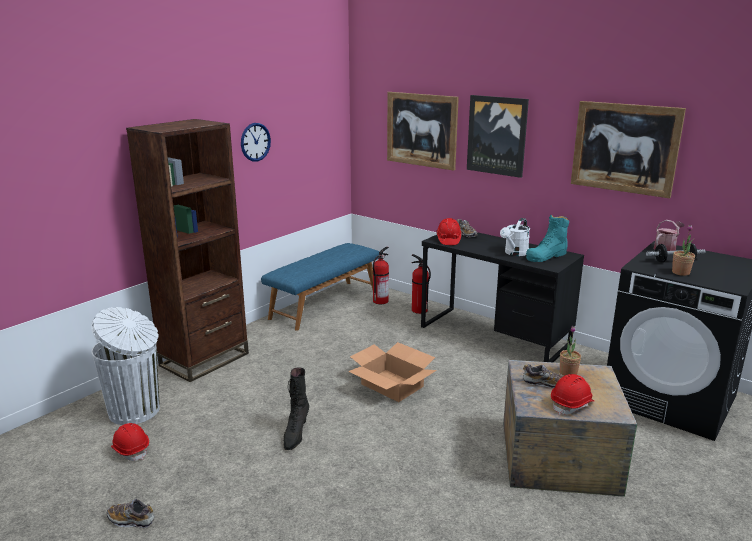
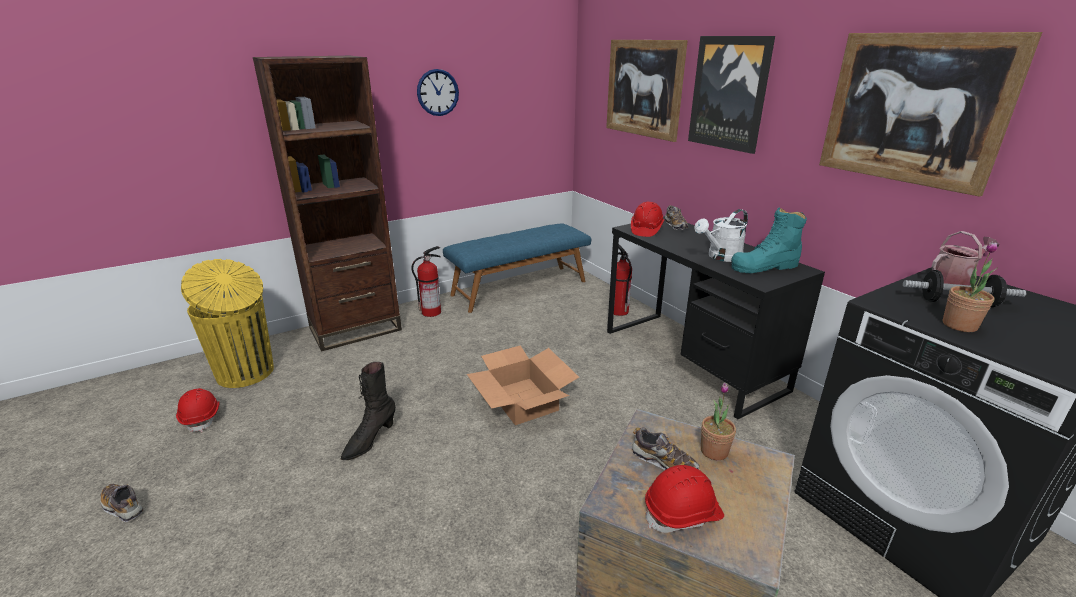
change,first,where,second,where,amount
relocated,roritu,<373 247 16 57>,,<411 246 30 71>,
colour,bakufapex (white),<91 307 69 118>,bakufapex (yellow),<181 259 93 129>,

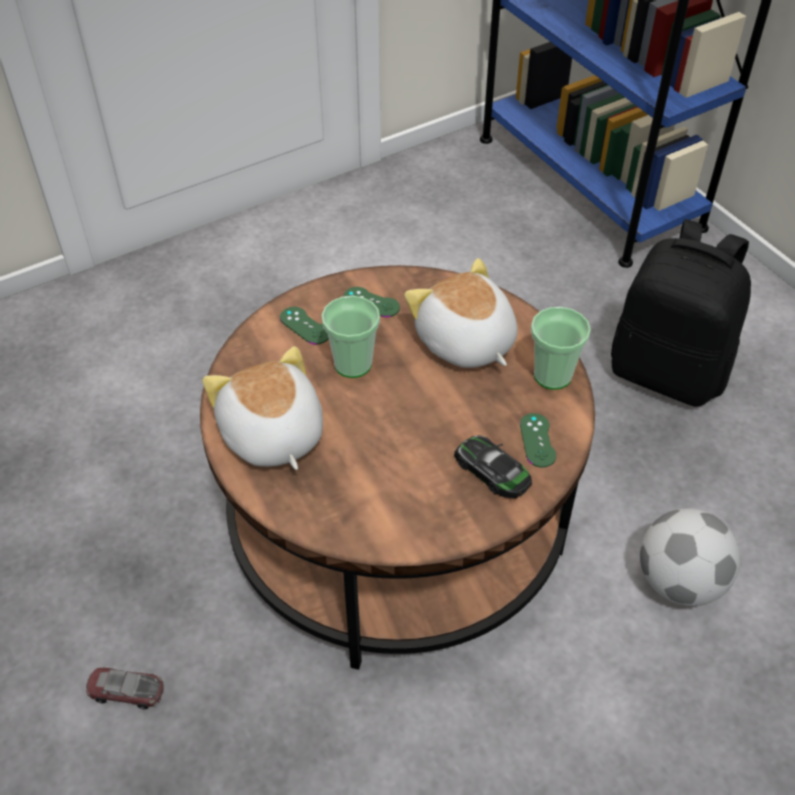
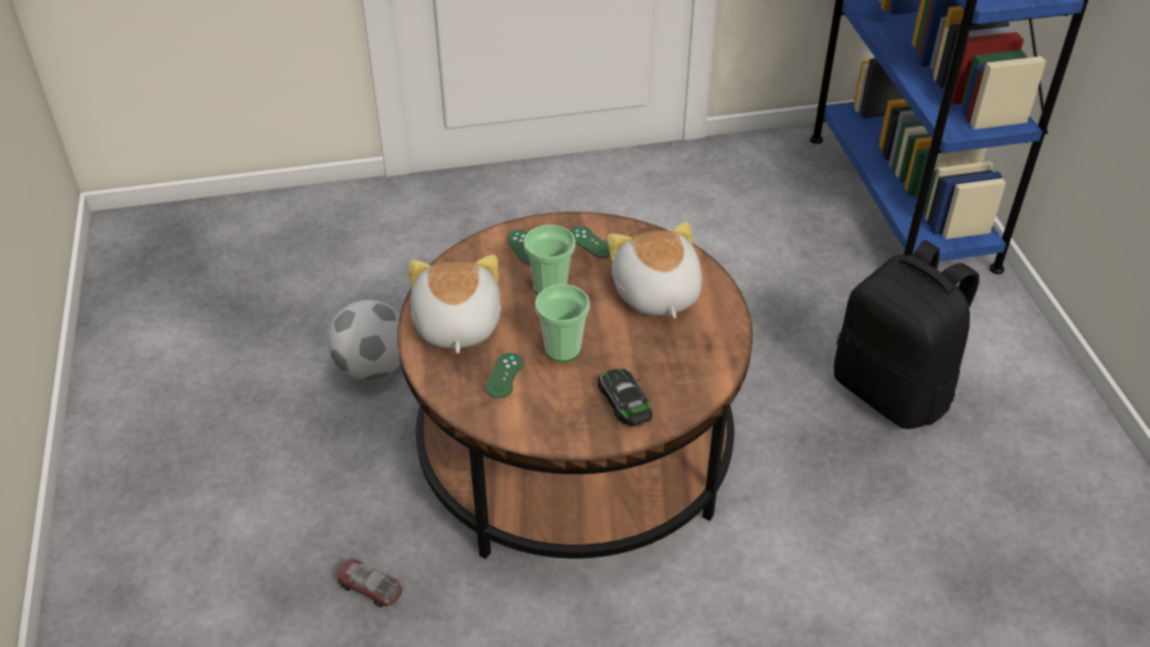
change,first,where,second,where,amount
relocated,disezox,<531 307 60 83>,,<535 284 55 78>,
relocated,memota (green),<520 413 36 55>,,<485 353 38 45>,
relocated,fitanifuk,<640 508 100 98>,,<328 300 73 80>,
relocated,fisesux,<86 668 78 41>,,<336 559 67 48>,

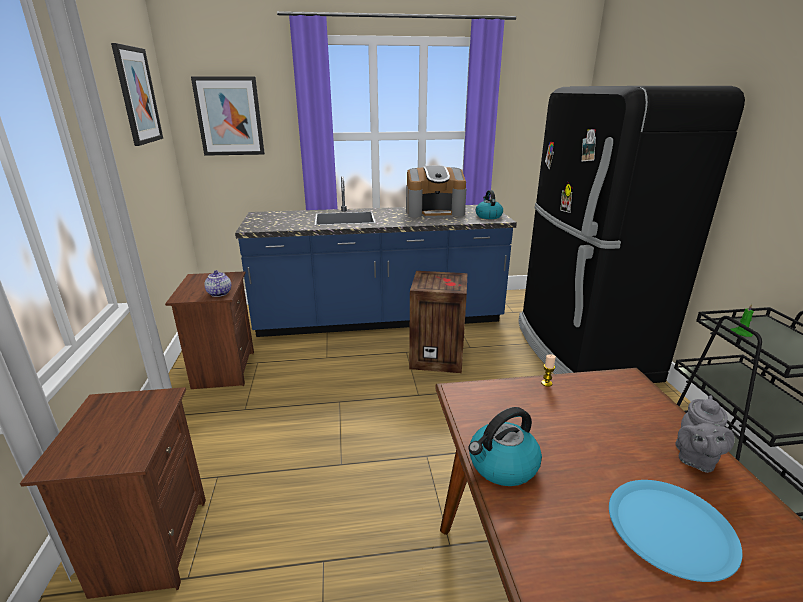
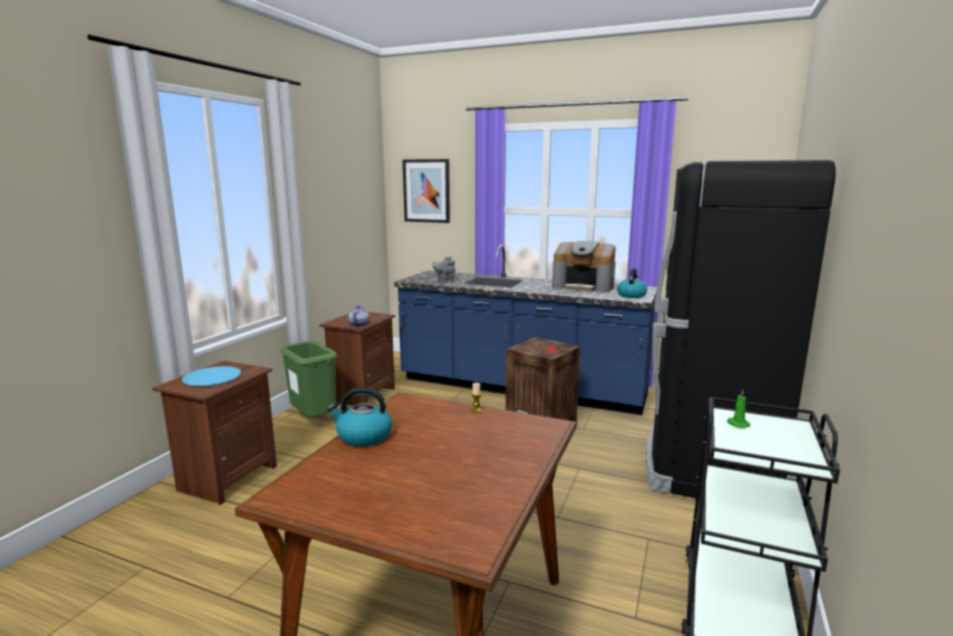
change,first,where,second,where,amount
missing,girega,<111 43 52 103>,,,
relocated,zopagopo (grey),<675 395 60 78>,,<433 257 22 25>,
relocated,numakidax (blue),<609 480 133 102>,,<182 366 59 20>,
appeared,,,bakufapex (green),<280 341 57 76>,

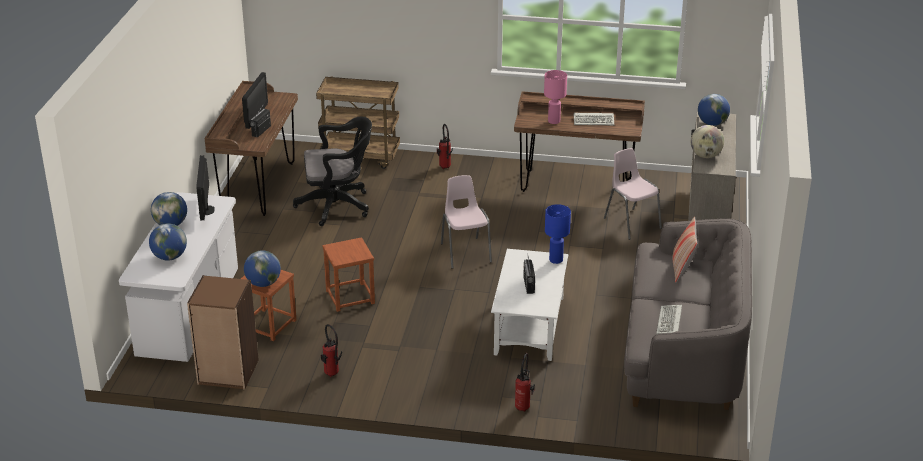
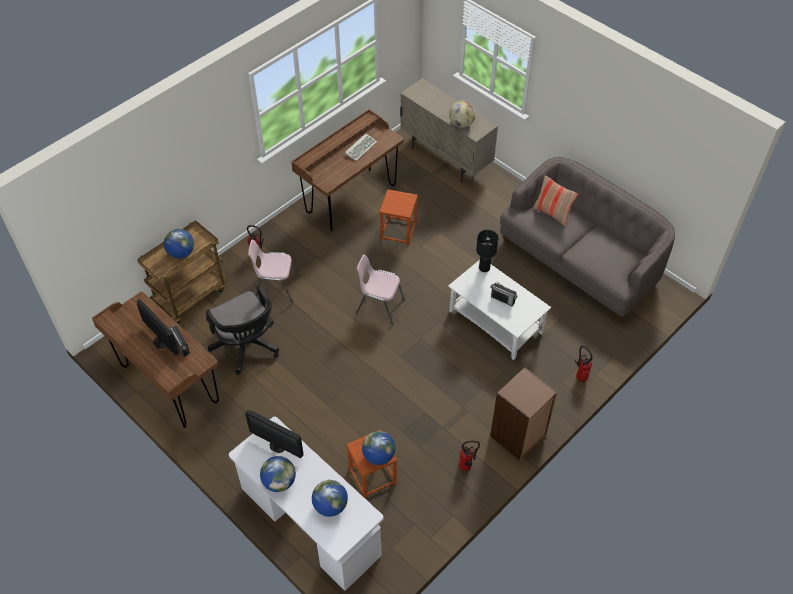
change,first,where,second,where,amount
missing,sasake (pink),<544 70 23 54>,,,
relocated,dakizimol,<698 94 32 32>,,<164 229 30 29>,
spun,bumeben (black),<293 117 79 109>,,<206 285 73 90>,120 degrees clockwise
relocated,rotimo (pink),<604 148 58 92>,,<248 240 50 64>,
colour,sasake (blue),<545 204 26 60>,sasake (black),<476 230 23 42>,
relocated,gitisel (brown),<322 237 53 75>,,<379 189 39 56>,
relocated,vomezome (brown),<187 275 72 114>,,<490 367 67 94>,
missing,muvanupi,<656 305 26 29>,,,

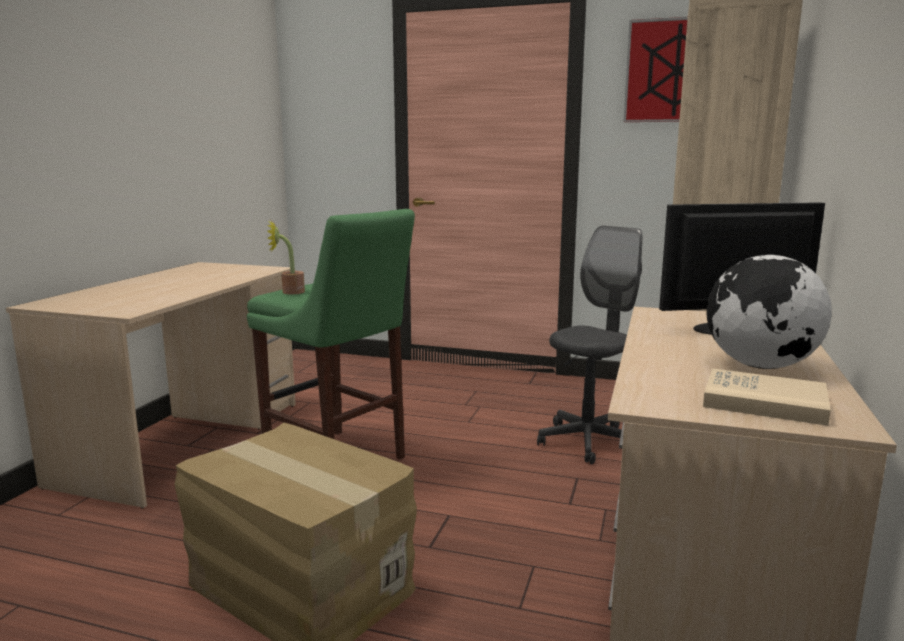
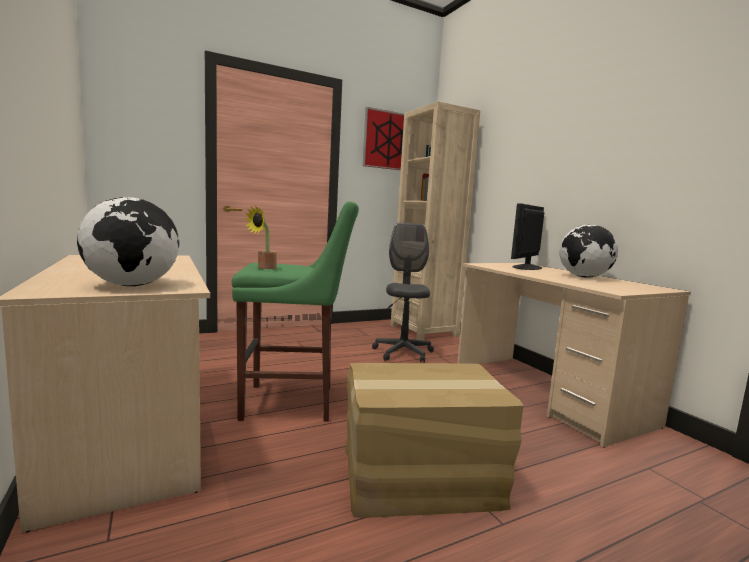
change,first,where,second,where,amount
missing,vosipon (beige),<703 368 128 58>,,,
appeared,,,dakizimol,<77 197 102 89>,

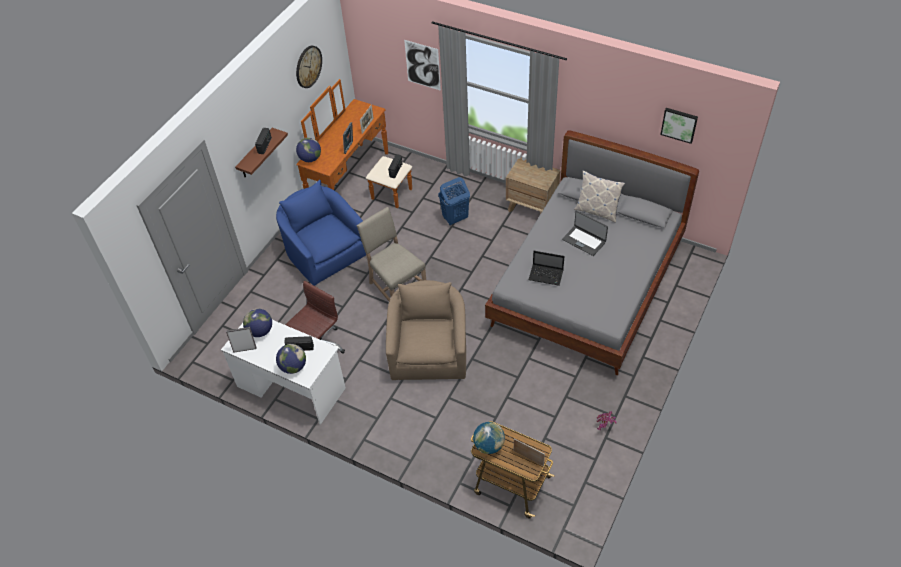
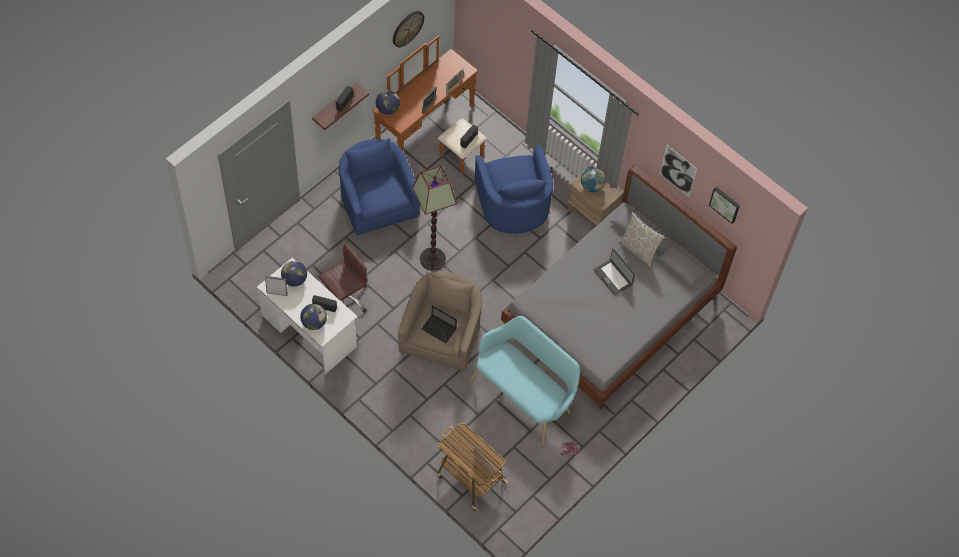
change,first,where,second,where,amount
relocated,girega,<404 40 37 51>,,<660 145 37 52>,
exchanged,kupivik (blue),<438 177 32 49>,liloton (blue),<475 145 78 89>,
exchanged,rotimo (beige),<356 207 70 94>,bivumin,<412 165 45 106>,
relocated,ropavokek,<529 251 35 35>,,<422 305 35 38>,
relocated,dakizimol,<473 422 32 32>,,<581 168 24 24>,
appeared,,,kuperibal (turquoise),<470 316 110 128>,

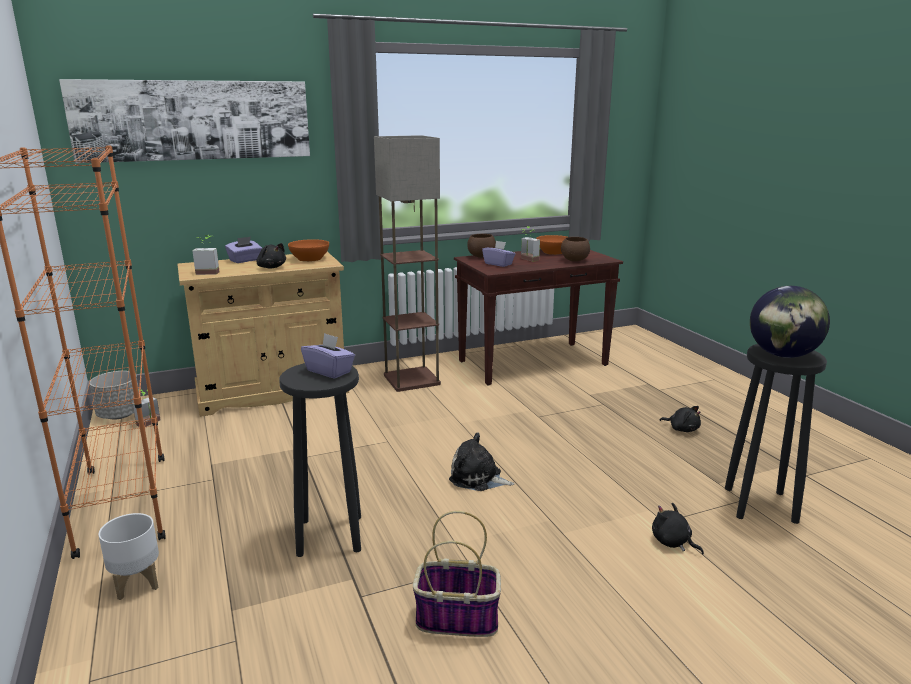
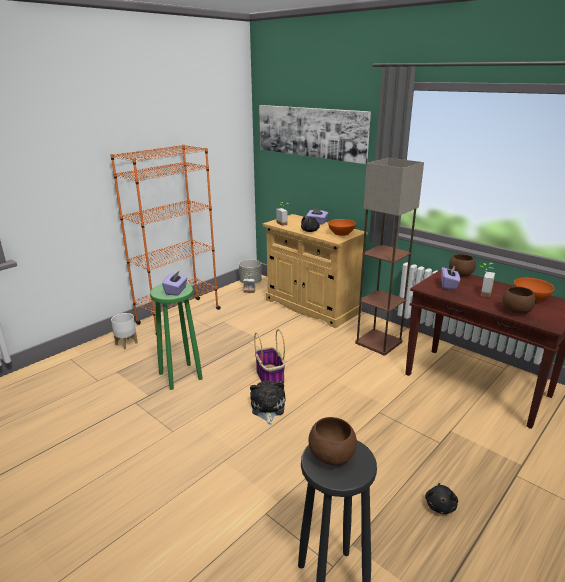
change,first,where,second,where,amount
exchanged,dakizimol,<750 286 80 72>,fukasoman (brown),<309 417 48 48>,
colour,gitisel (black),<279 363 82 194>,gitisel (green),<150 283 53 107>,
missing,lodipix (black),<652 503 52 52>,,,
relocated,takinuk,<413 511 88 126>,,<254 329 31 54>,

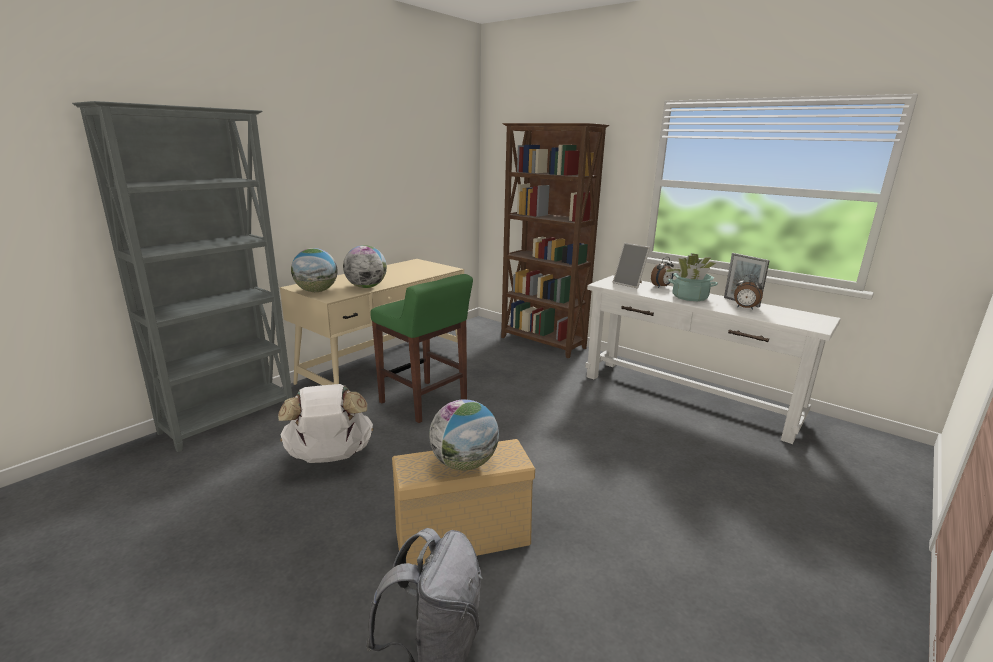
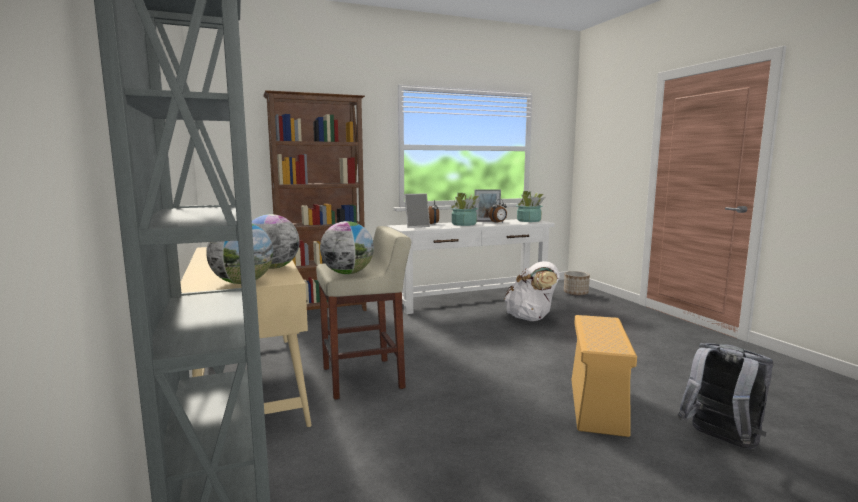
change,first,where,second,where,amount
colour,gitisel (green),<371 274 102 149>,gitisel (beige),<316 226 95 174>,
relocated,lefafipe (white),<278 384 95 79>,,<504 261 56 60>,
relocated,dakizimol,<429 399 70 71>,,<320 221 54 53>,
appeared,,,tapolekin,<516 191 30 31>,
appeared,,,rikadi,<564 271 26 24>,

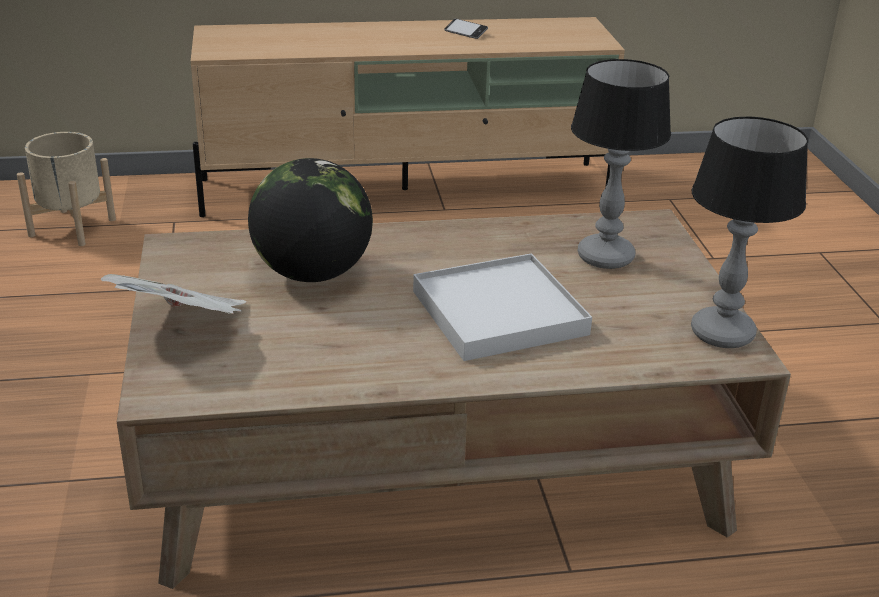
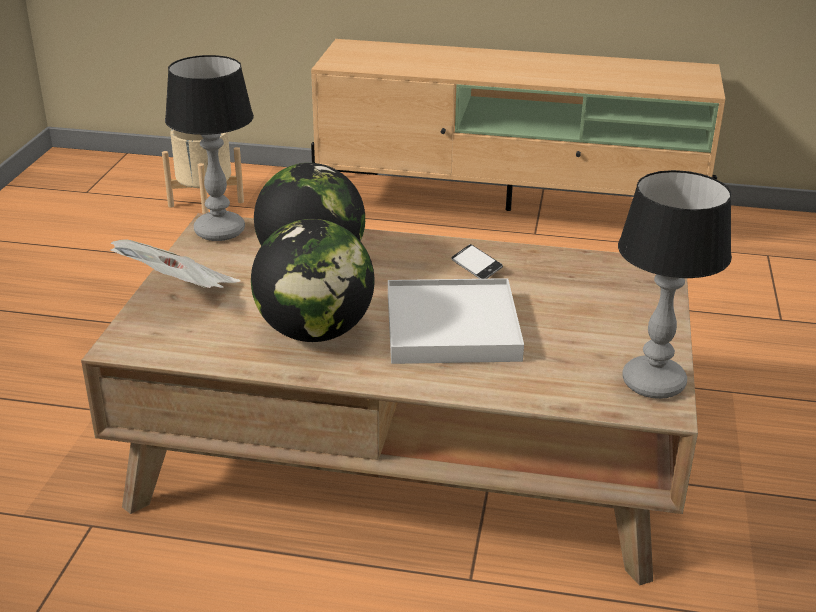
change,first,where,second,where,amount
relocated,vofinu,<444 19 44 20>,,<451 244 52 35>,
relocated,sasake,<571 59 100 210>,,<165 55 89 186>,
appeared,,,dakizimol,<251 219 124 123>,

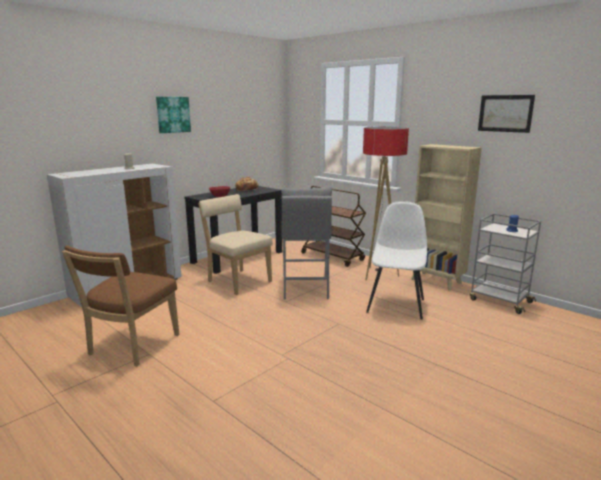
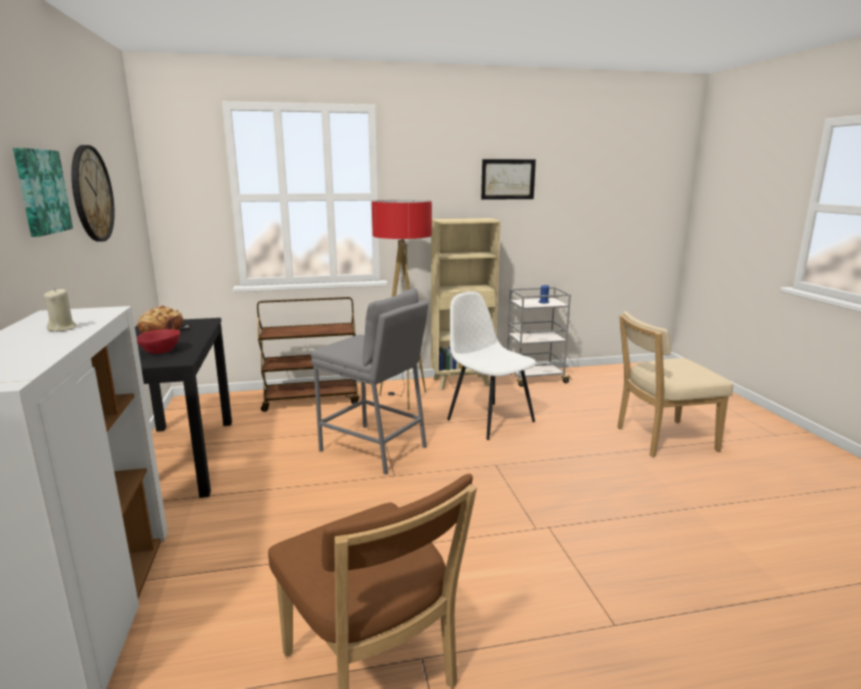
change,first,where,second,where,amount
relocated,rotimo (beige),<198 194 75 101>,,<617 311 116 146>,
appeared,,,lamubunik,<71 145 44 97>,

